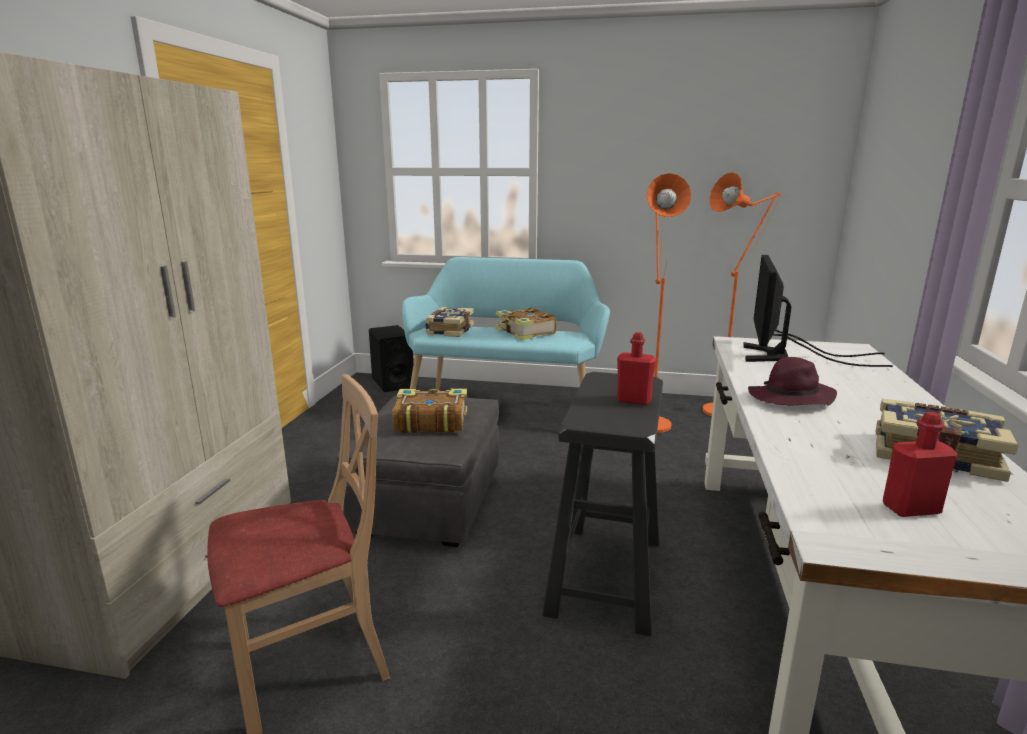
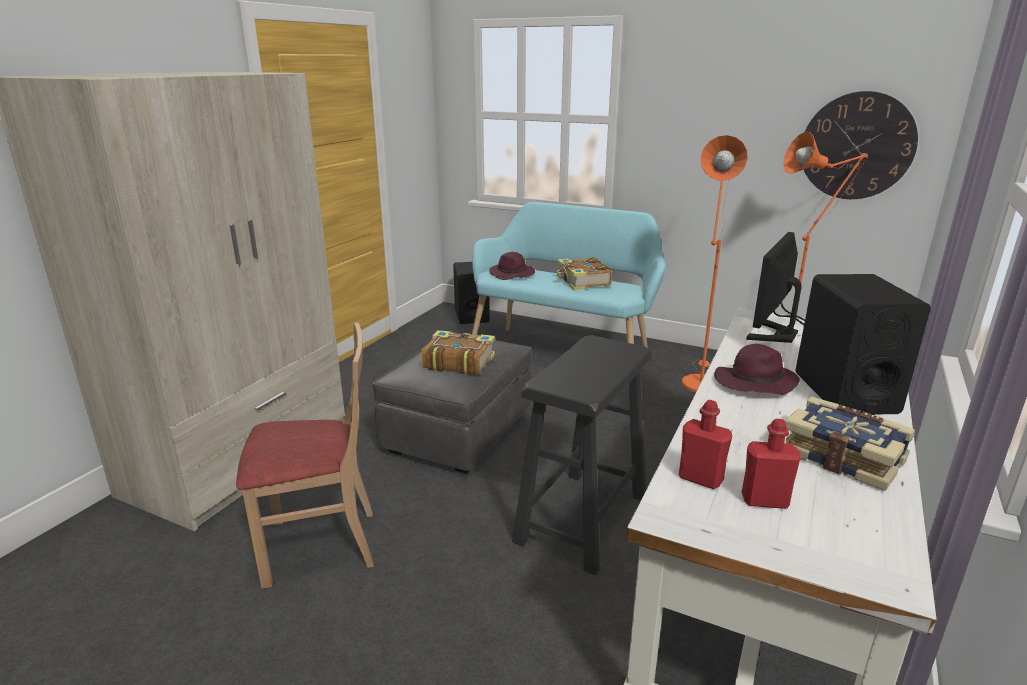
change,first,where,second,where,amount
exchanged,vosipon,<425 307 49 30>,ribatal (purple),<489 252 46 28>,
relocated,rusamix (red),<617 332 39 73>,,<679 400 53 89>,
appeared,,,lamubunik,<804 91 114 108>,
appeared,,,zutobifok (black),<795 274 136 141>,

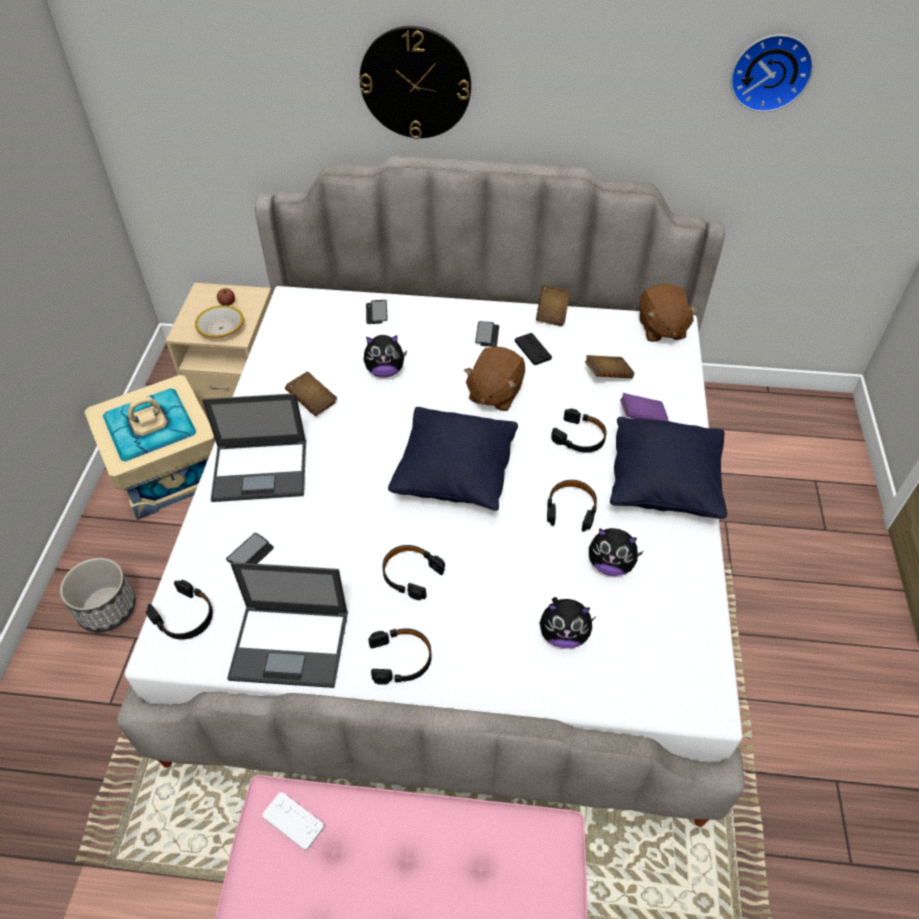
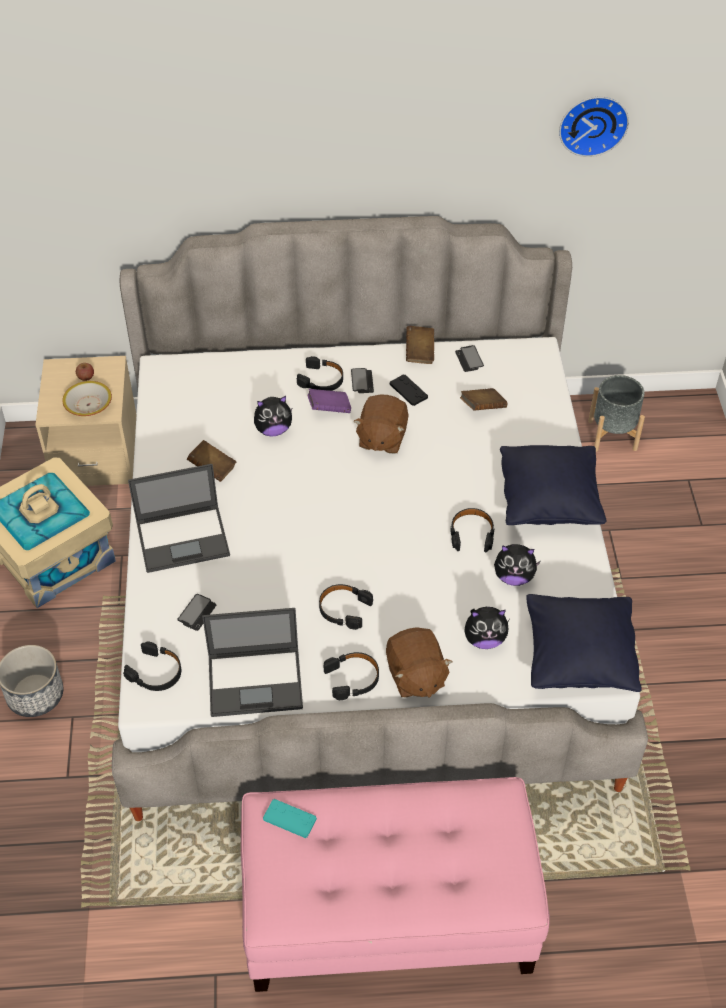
change,first,where,second,where,amount
missing,lamubunik,<360 26 111 113>,,,
relocated,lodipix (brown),<639 284 59 58>,,<386 627 67 71>,
relocated,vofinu,<366 300 22 24>,,<455 345 29 27>,
relocated,vosipon (purple),<620 393 49 28>,,<307 389 44 24>,
relocated,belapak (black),<388 407 130 104>,,<526 594 116 98>,
relocated,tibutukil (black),<551 409 56 44>,,<297 356 46 35>,
colour,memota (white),<262 792 62 58>,memota (turquoise),<263 799 54 39>,
appeared,,,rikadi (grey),<588 375 57 77>,

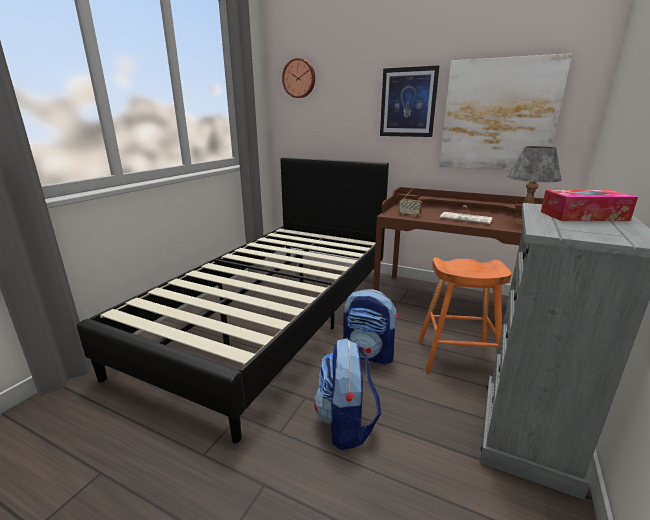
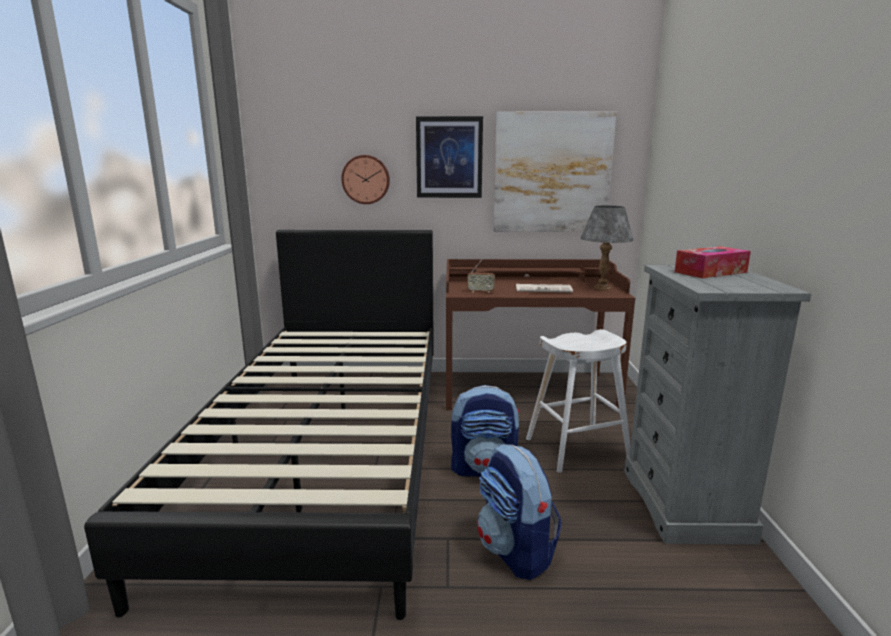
change,first,where,second,where,amount
relocated,lamubunik,<282 58 33 40>,,<341 155 49 49>,
colour,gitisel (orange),<418 257 93 117>,gitisel (white),<526 329 105 144>,

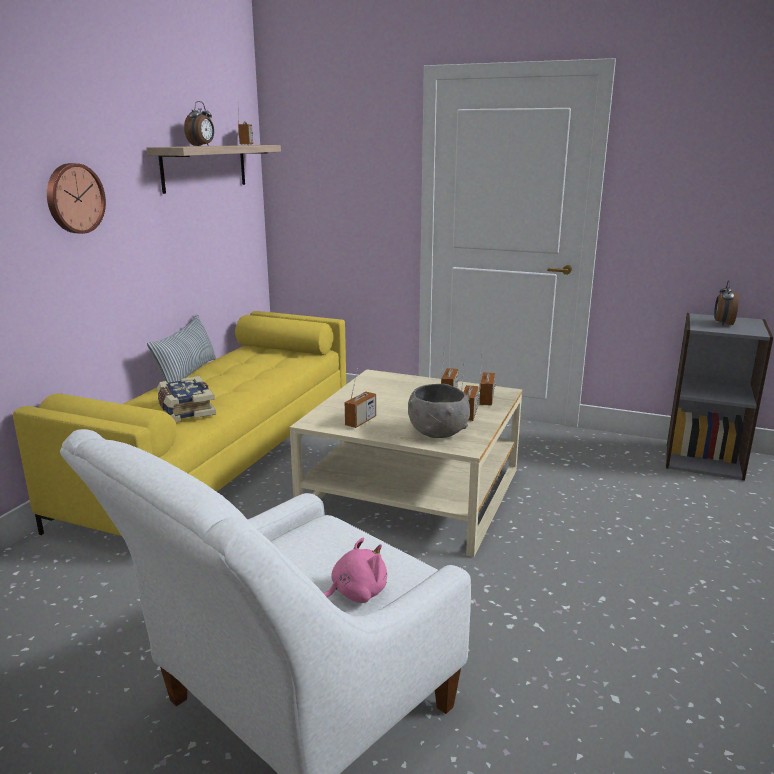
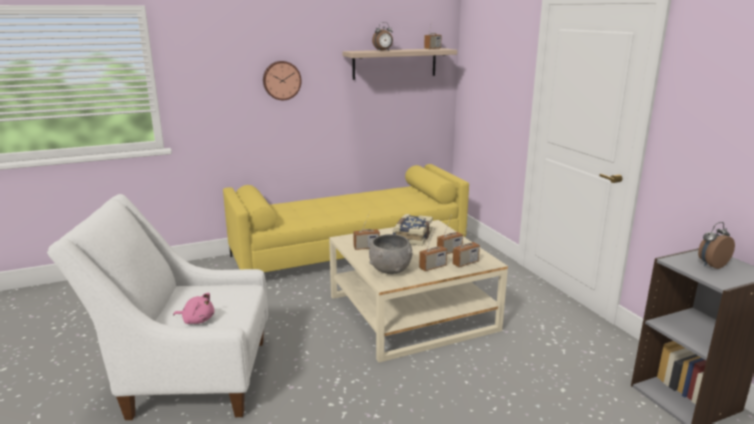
change,first,where,second,where,amount
missing,belapak,<147 315 69 68>,,,
relocated,vosipon,<157 376 59 46>,,<392 214 41 32>,

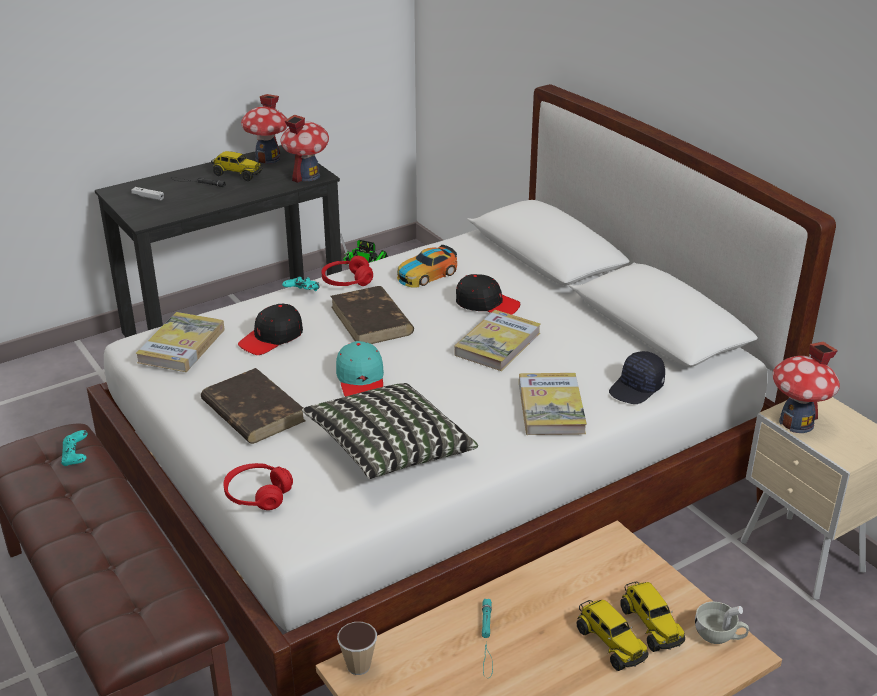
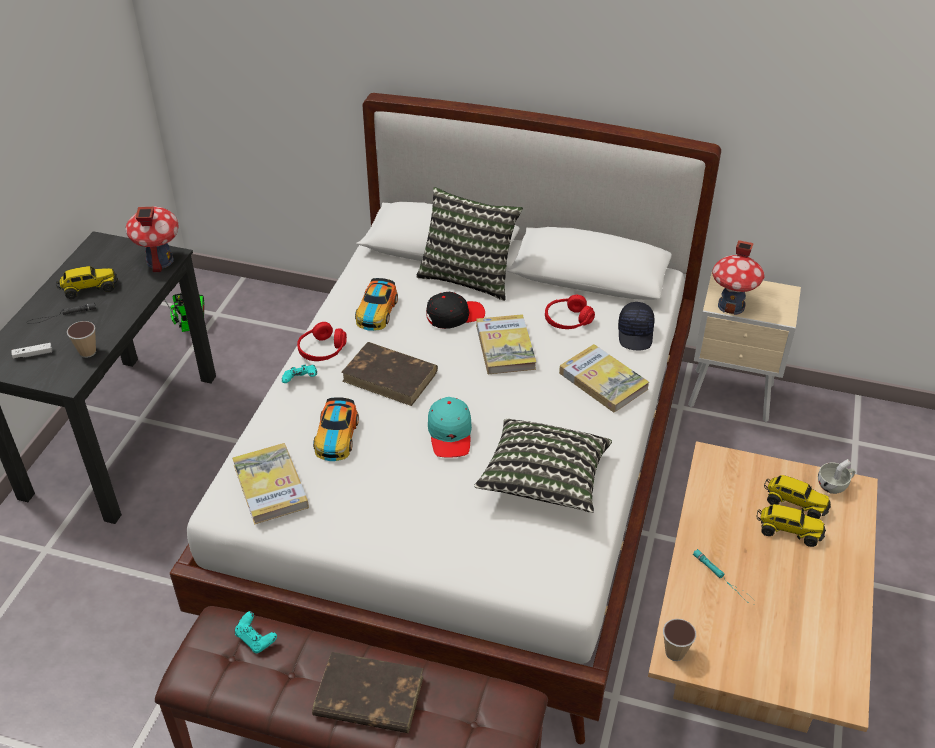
change,first,where,second,where,amount
missing,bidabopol,<241 94 47 70>,,,
exchanged,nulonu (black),<238 304 65 51>,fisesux,<313 397 46 64>,
spun,nulonu (turquoise),<336 341 48 56>,,<428 397 44 61>,45 degrees clockwise
relocated,vosipon (brown),<201 368 104 76>,,<312 652 112 81>,
relocated,tibutukil (red),<223 463 70 47>,,<545 295 50 34>,
appeared,,,belapak,<416 187 107 114>,
appeared,,,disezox,<67 321 29 37>,

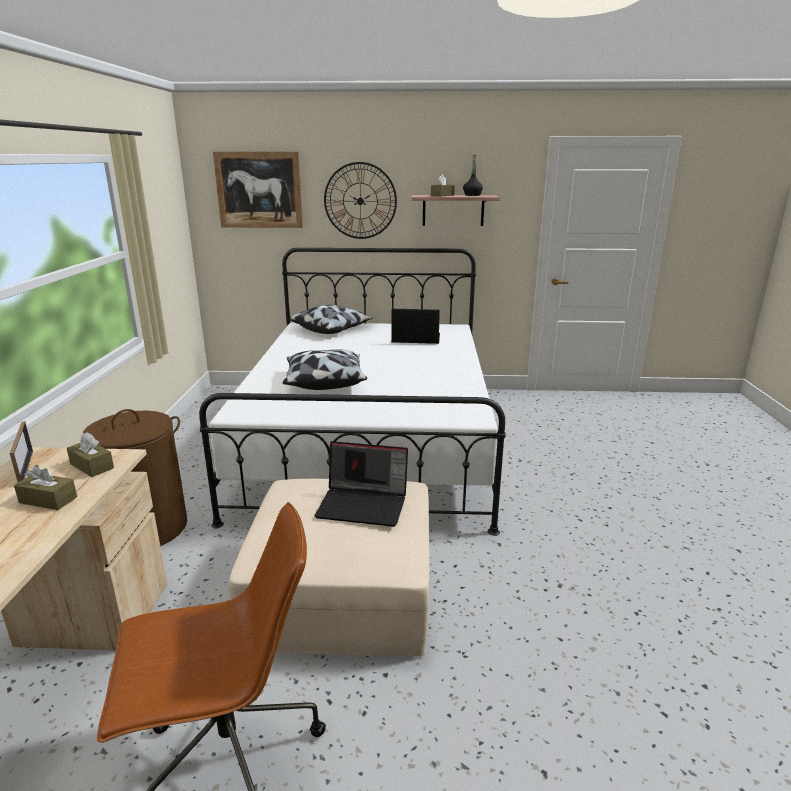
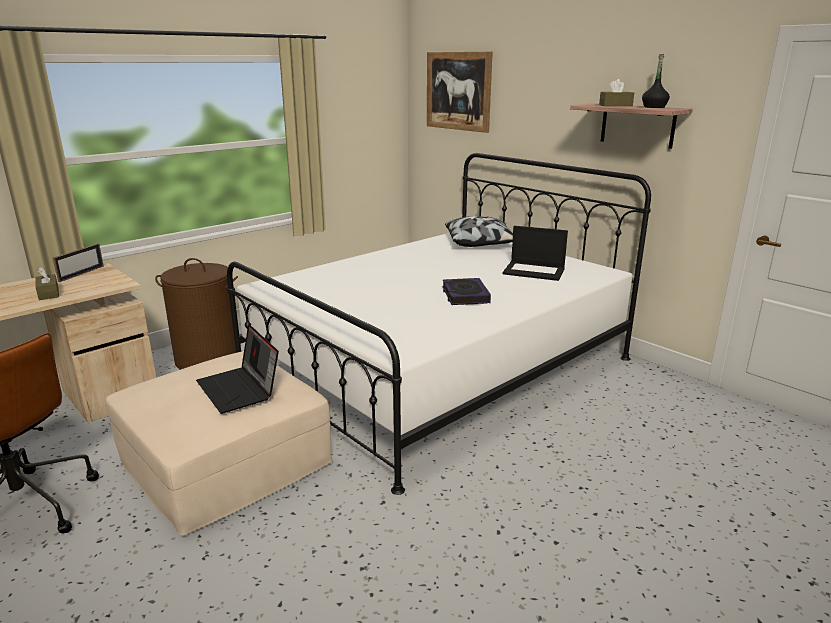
change,first,where,second,where,amount
missing,lamubunik,<324 162 73 77>,,,
spun,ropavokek,<391 309 49 35>,,<503 226 65 55>,150 degrees clockwise
missing,belapak,<282 349 85 41>,,,
missing,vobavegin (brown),<67 432 47 45>,,,
appeared,,,vosipon,<443 278 48 27>,

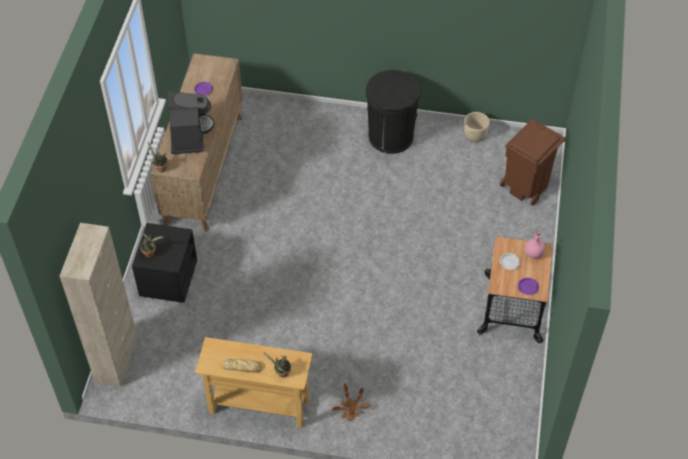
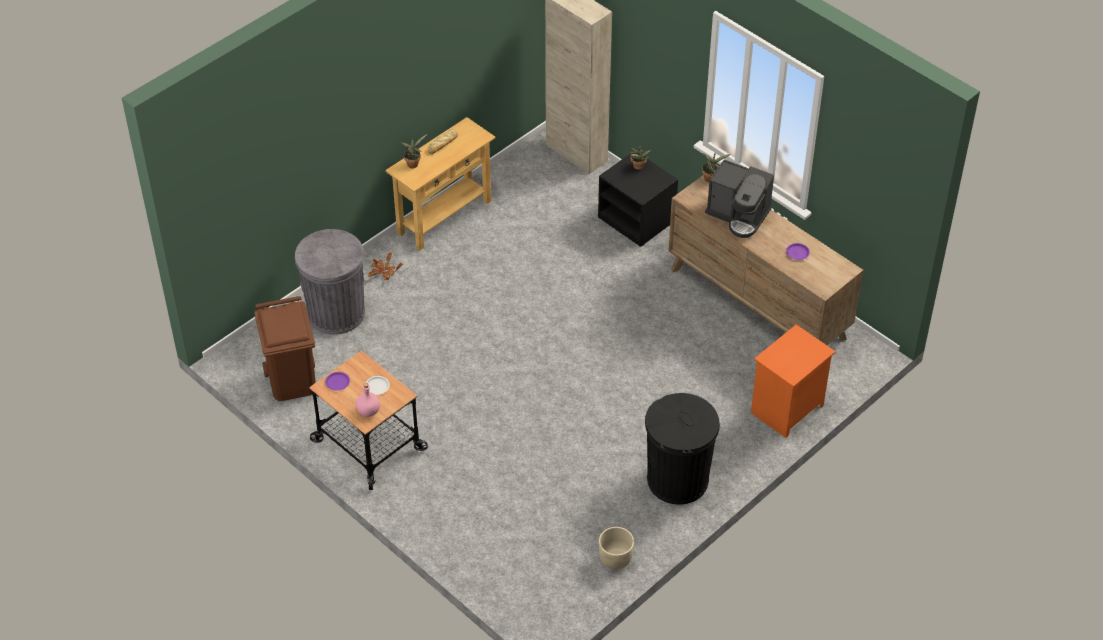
change,first,where,second,where,amount
relocated,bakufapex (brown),<500 119 66 86>,,<254 296 62 105>,
appeared,,,bakufapex (grey),<295 229 70 106>,
appeared,,,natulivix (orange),<751 325 84 113>,

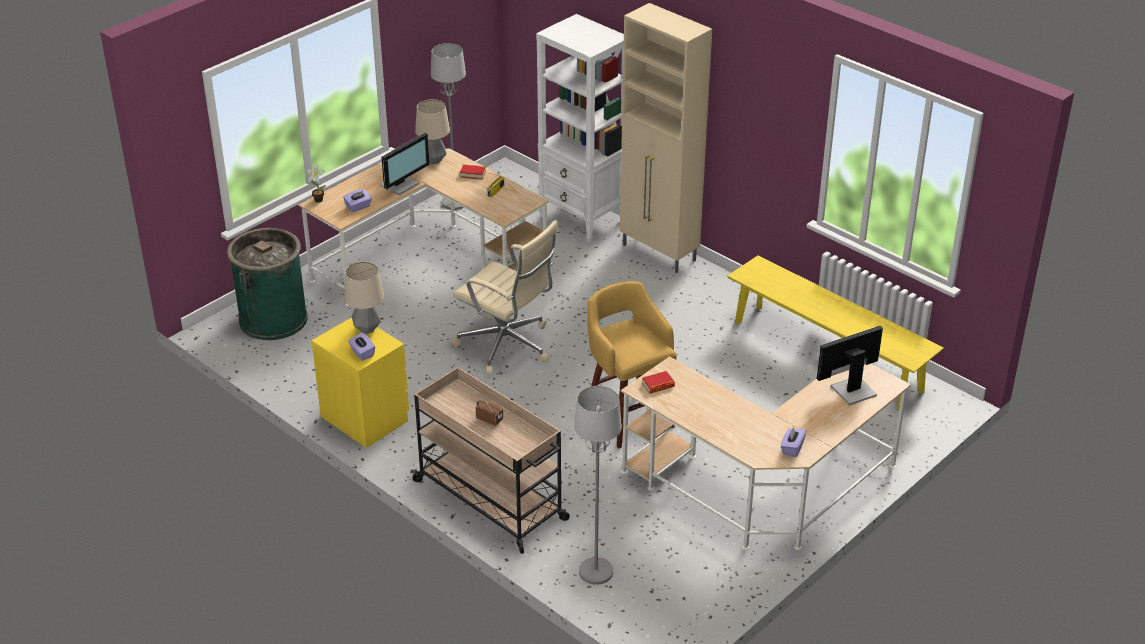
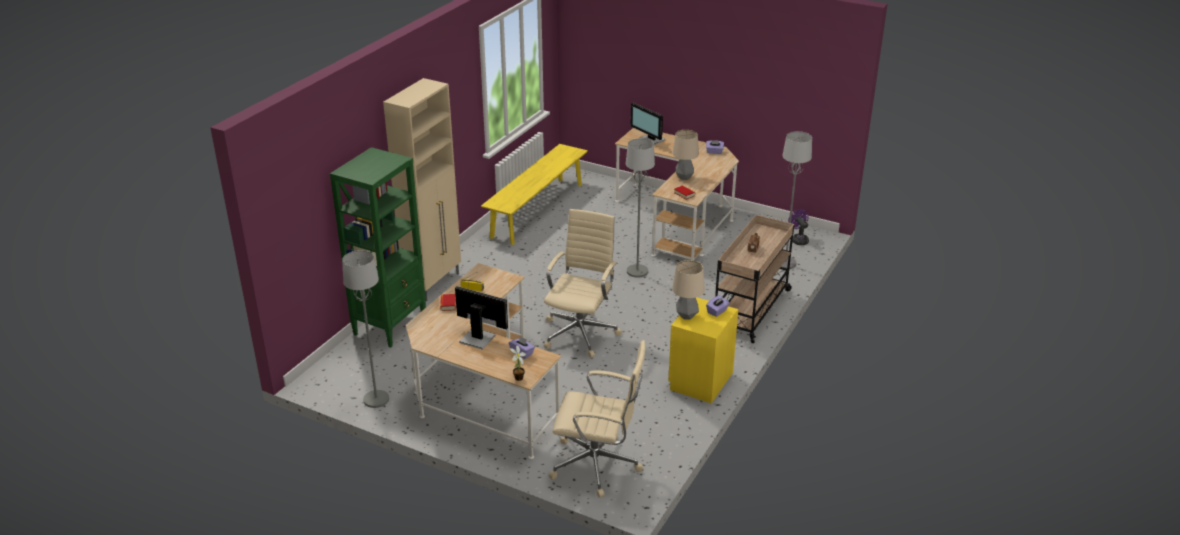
change,first,where,second,where,amount
colour,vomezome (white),<536 14 88 228>,vomezome (green),<330 147 96 201>,
relocated,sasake,<415 99 35 65>,,<672 130 27 50>,
exchanged,bakufapex (green),<227 228 81 112>,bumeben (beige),<549 340 97 158>,
exchanged,gitisel (yellow),<587 281 90 168>,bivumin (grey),<626 138 29 140>,
appeared,,,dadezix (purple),<788 209 21 36>,

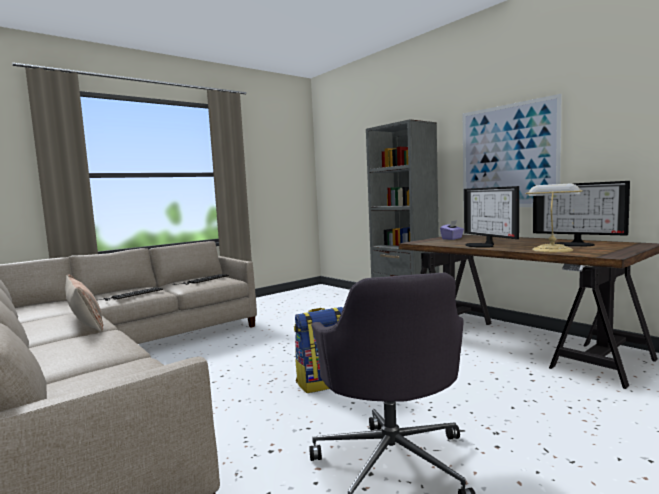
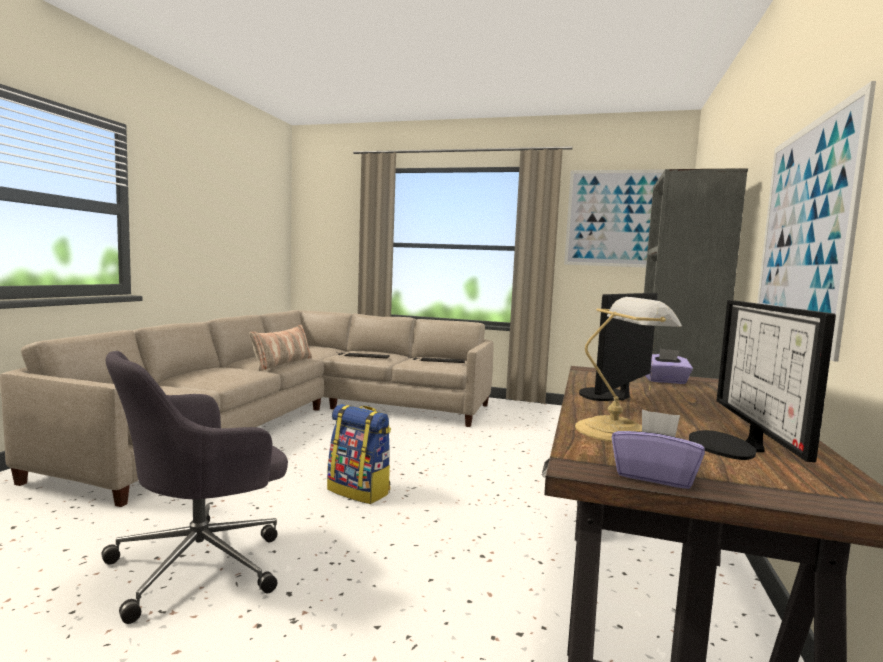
change,first,where,second,where,amount
appeared,,,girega,<564 169 101 99>,
appeared,,,vobavegin (purple),<612 409 93 80>,

